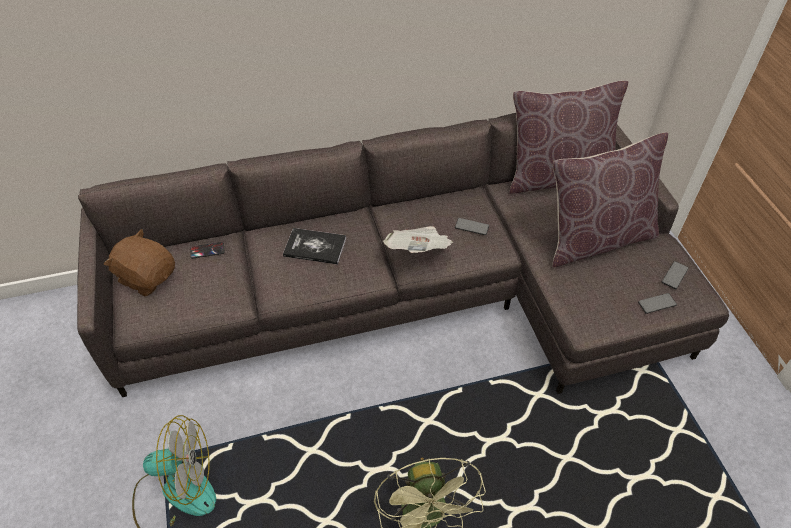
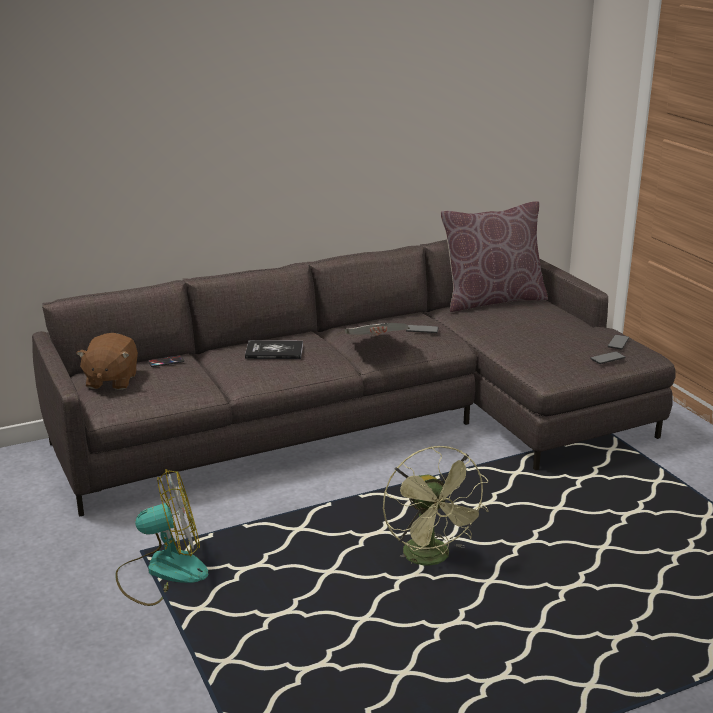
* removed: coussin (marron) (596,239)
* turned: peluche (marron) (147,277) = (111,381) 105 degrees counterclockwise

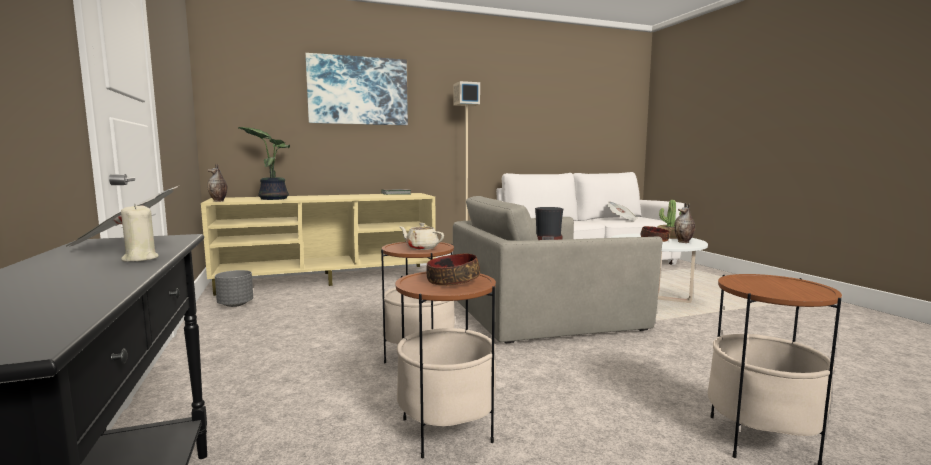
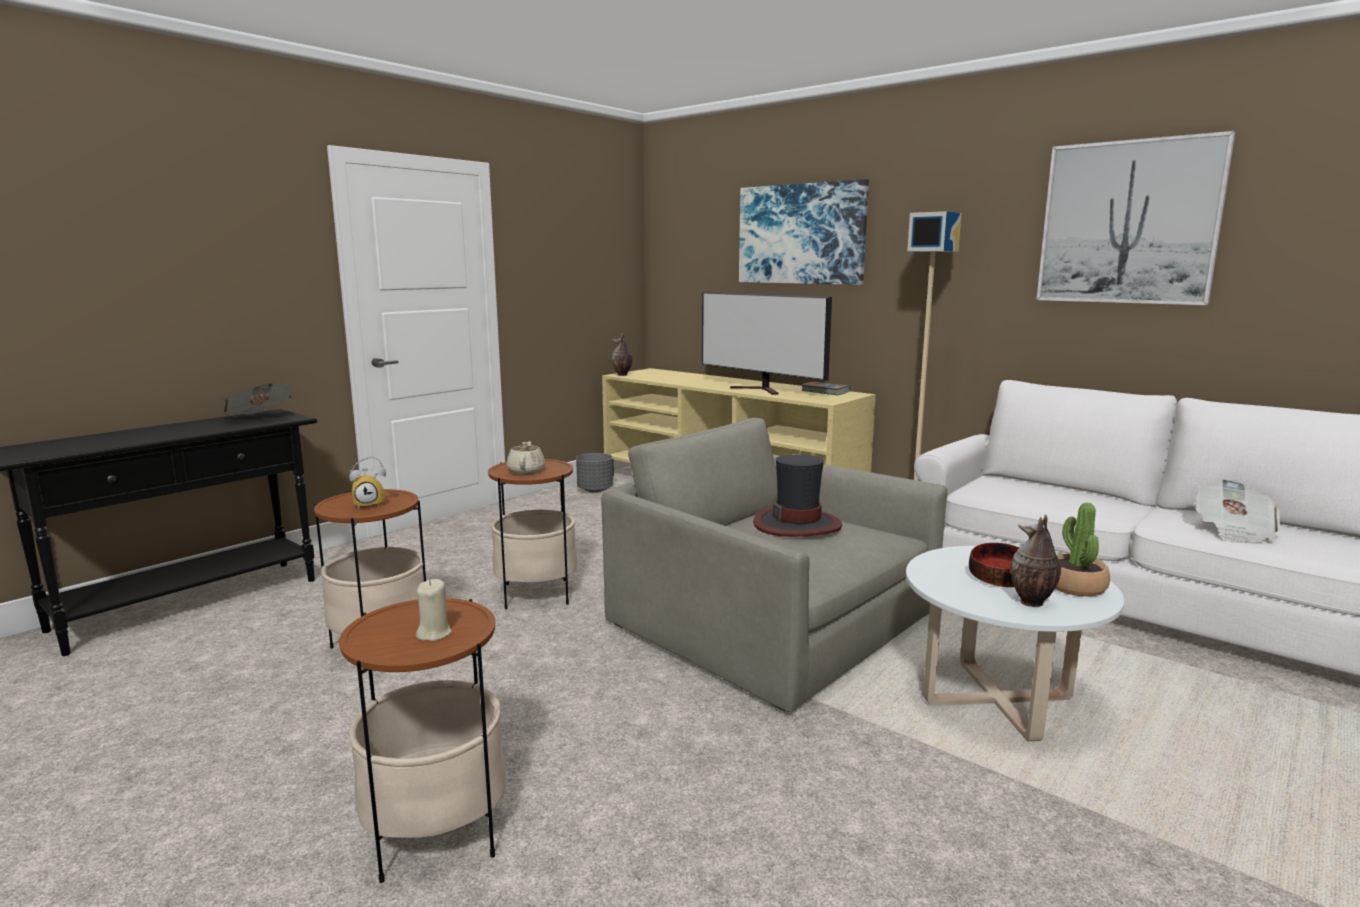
* removed: plante en pot (273,198)
* moved: bougie (beige) (140,259) to (434,634)
* replaced: bol (452,281) to réveil (370,504)
* added: tableau (1128,223)
* added: téléviseur (761,390)

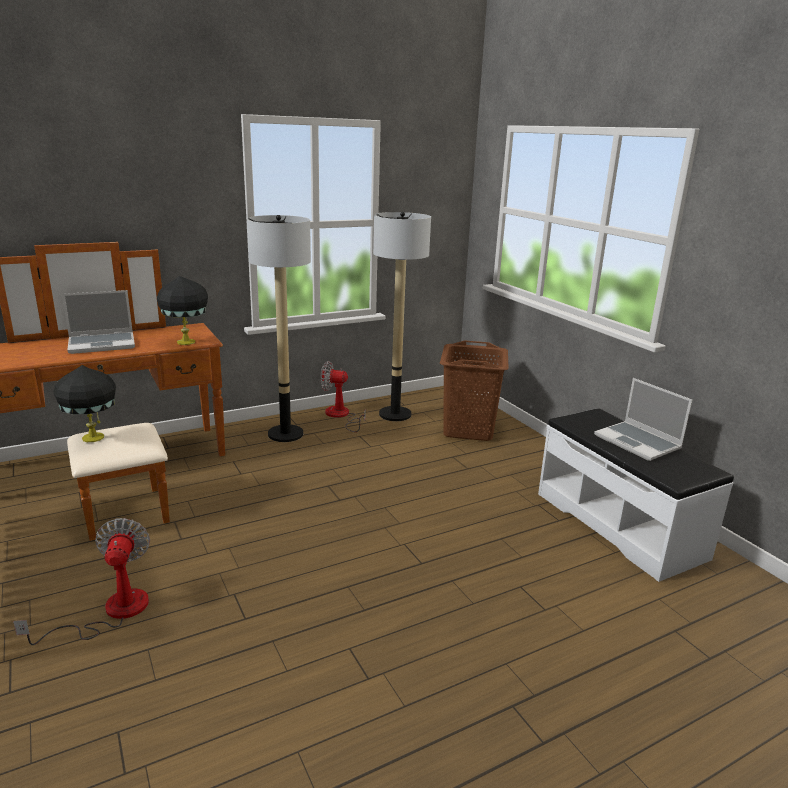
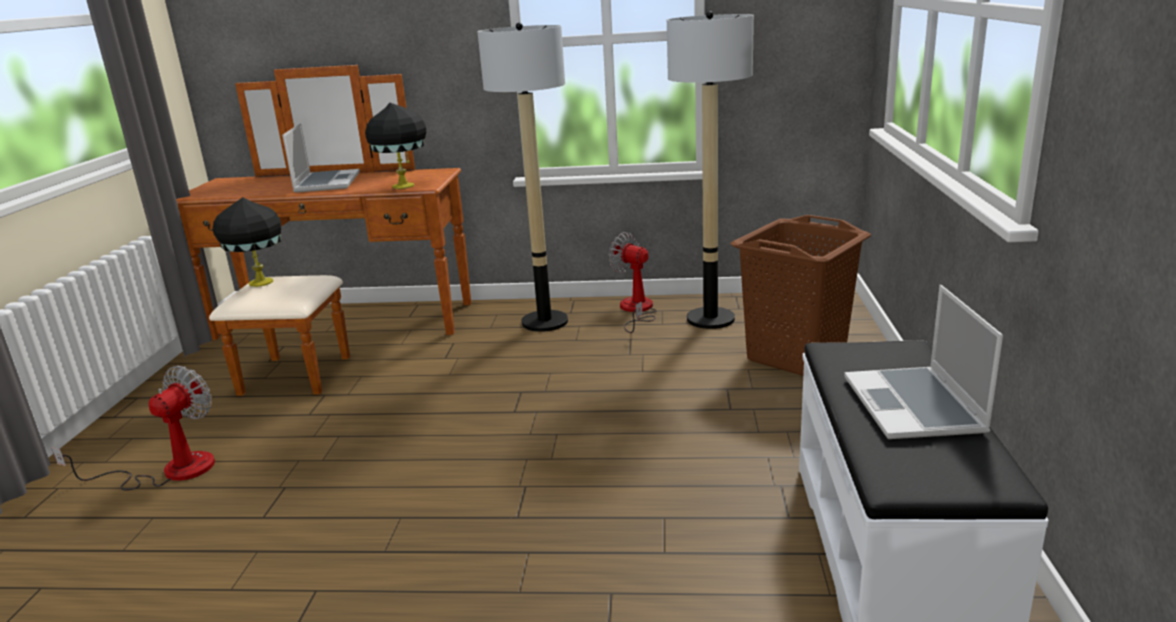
* turned: ordinateur portable (103,344) = (326,182) 105 degrees counterclockwise

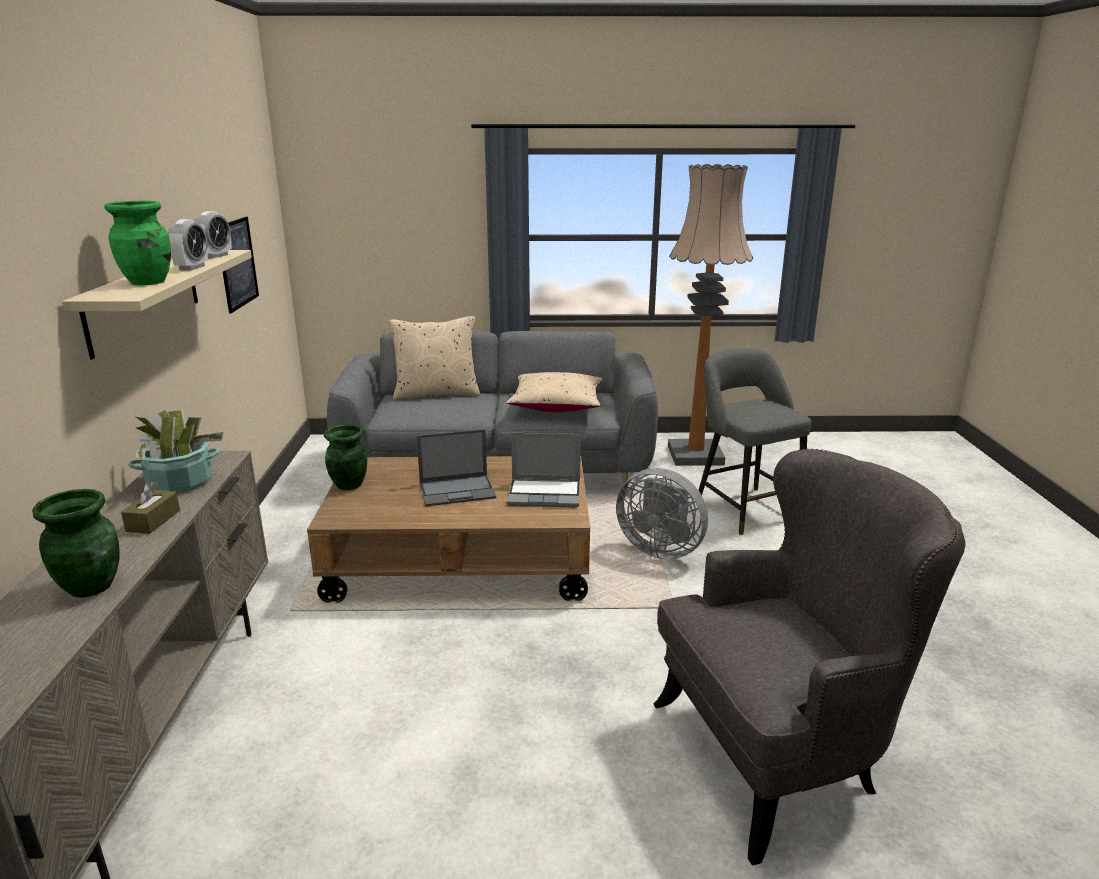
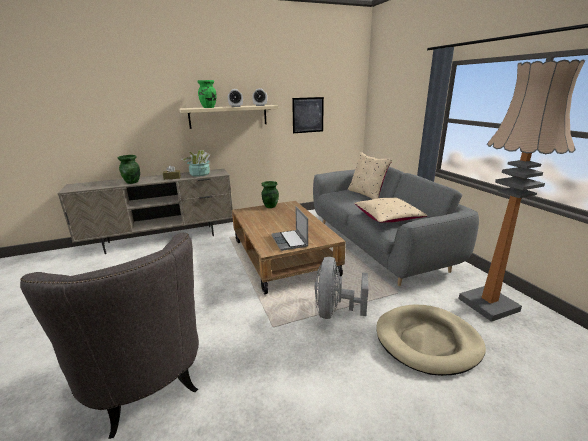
* replaced: tabouret (gris) (744,508) to panier pour chien (beige) (427,341)
* removed: ordinateur portable (458,490)

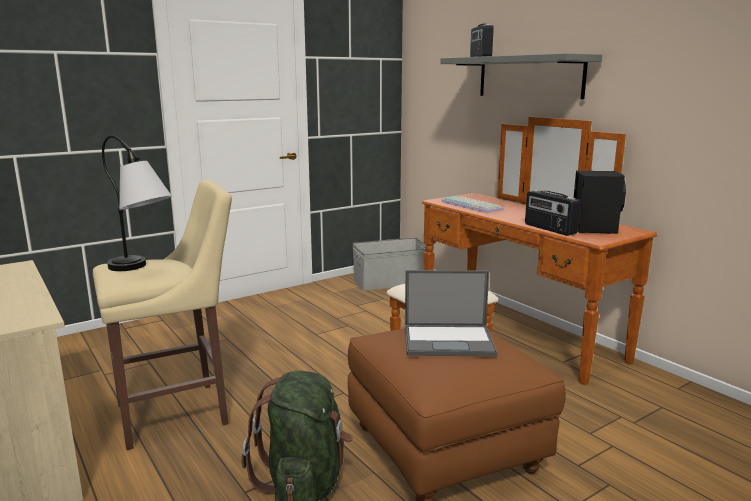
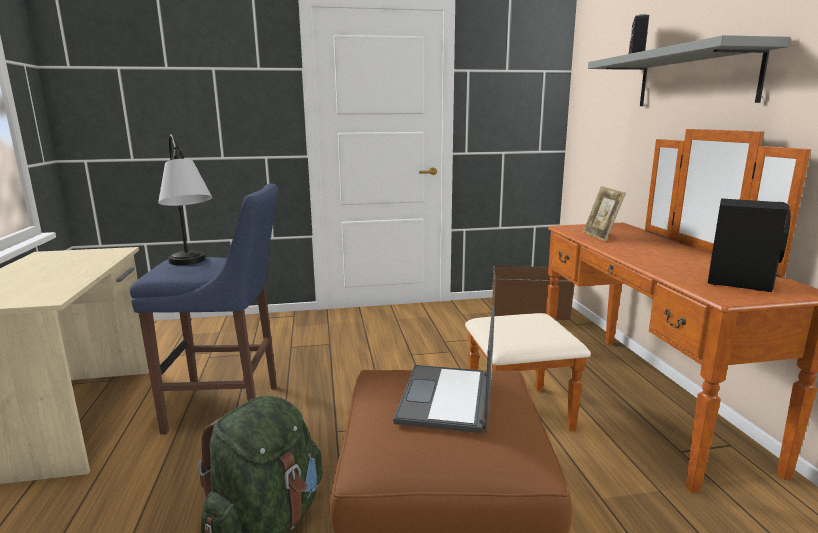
* recoloured: tabouret (beige) (179,413) to tabouret (bleu) (229,408)
* removed: radio (549,229)
* replaced: clavier (472,206) to cadre photo (601,236)
* recoloured: boîte de rangement (gris) (390,281) to boîte de rangement (marron) (529,312)
* turned: ordinateur portable (449,340) = (447,399) 75 degrees clockwise

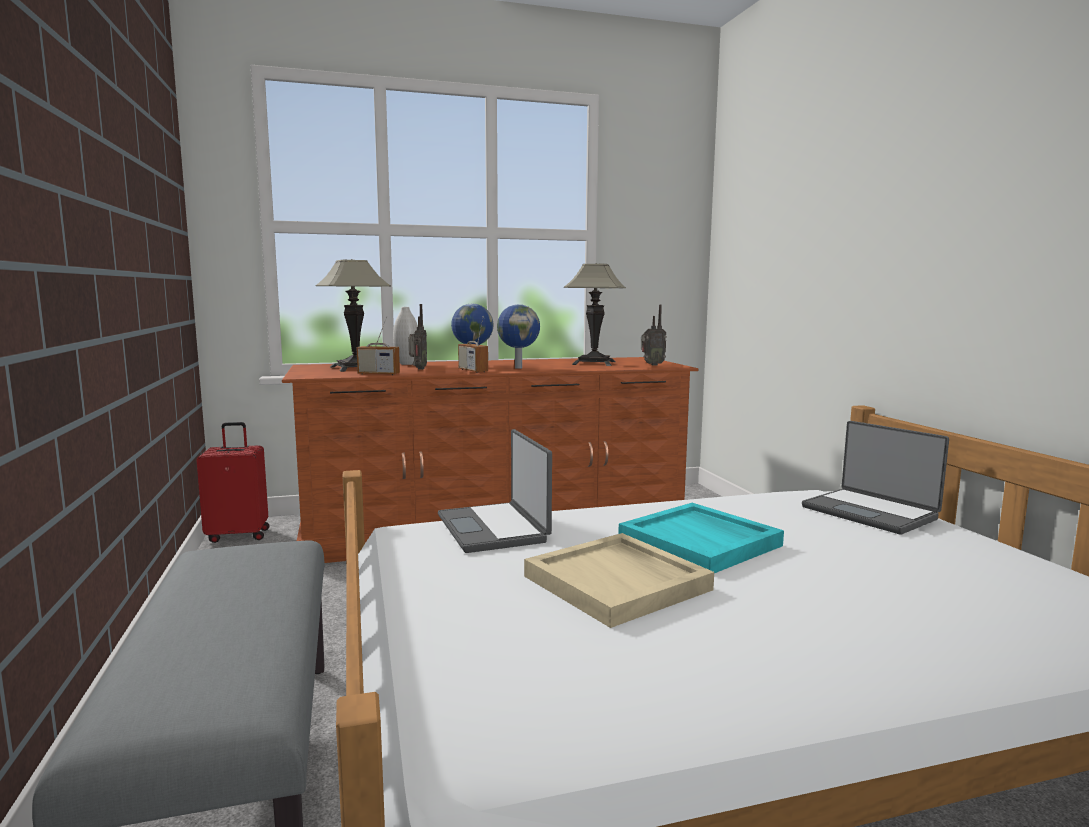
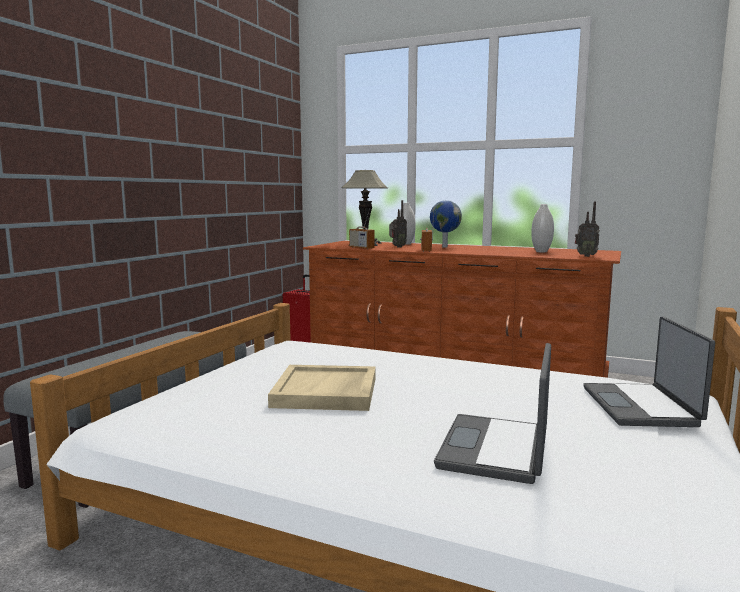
* replaced: lampe de table (594,363) to vase (blanc) (541,252)
* removed: globe (518,368)
* moved: ordinateur portable (494,529) to (496,449)
* removed: plateau (turquoise) (701,542)

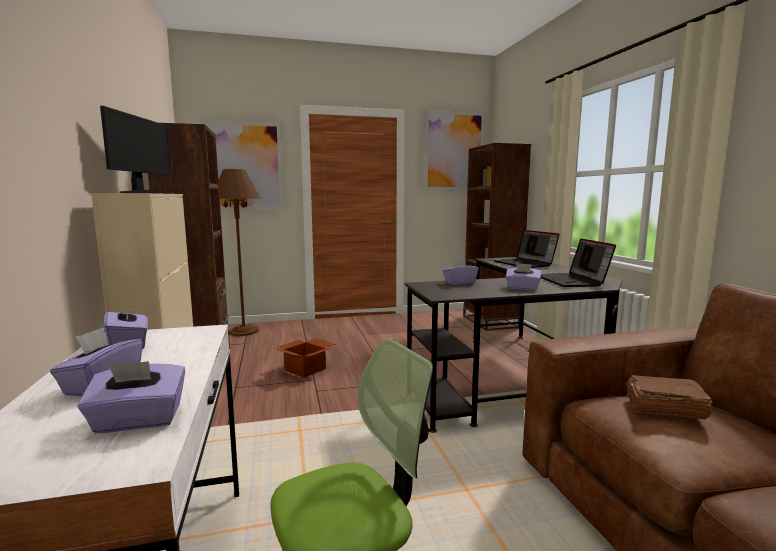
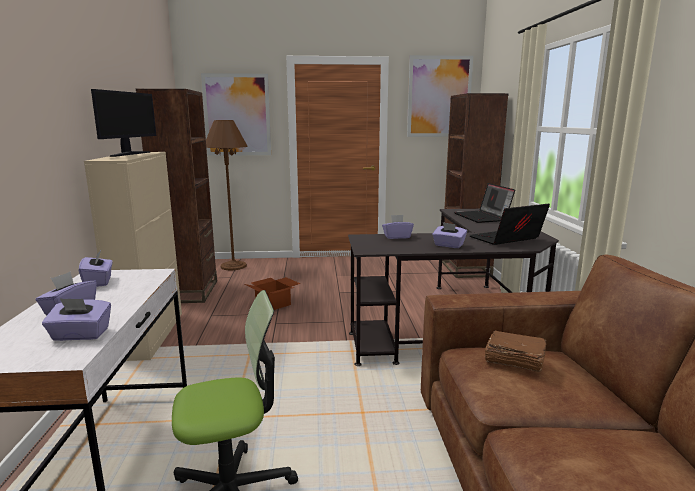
* turned: ordinateur portable (572,281) = (506,239) 60 degrees clockwise

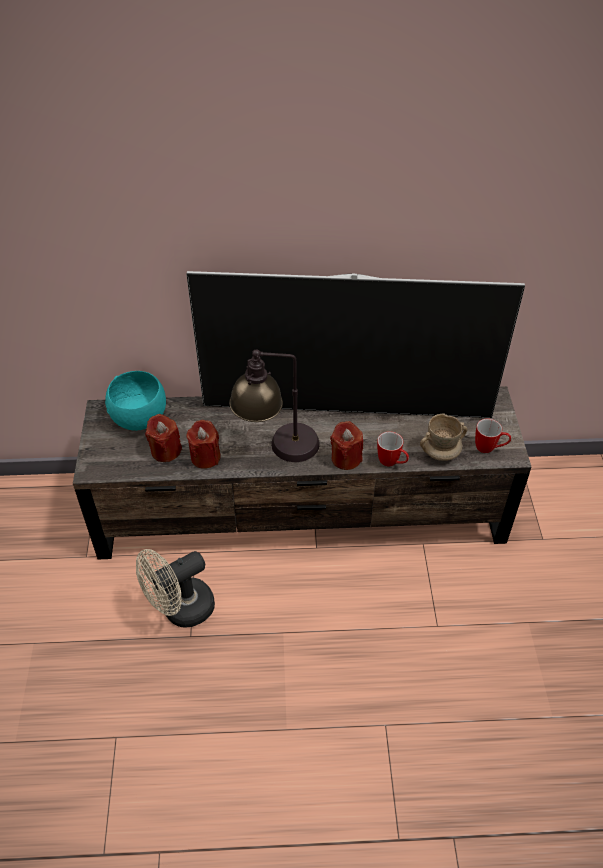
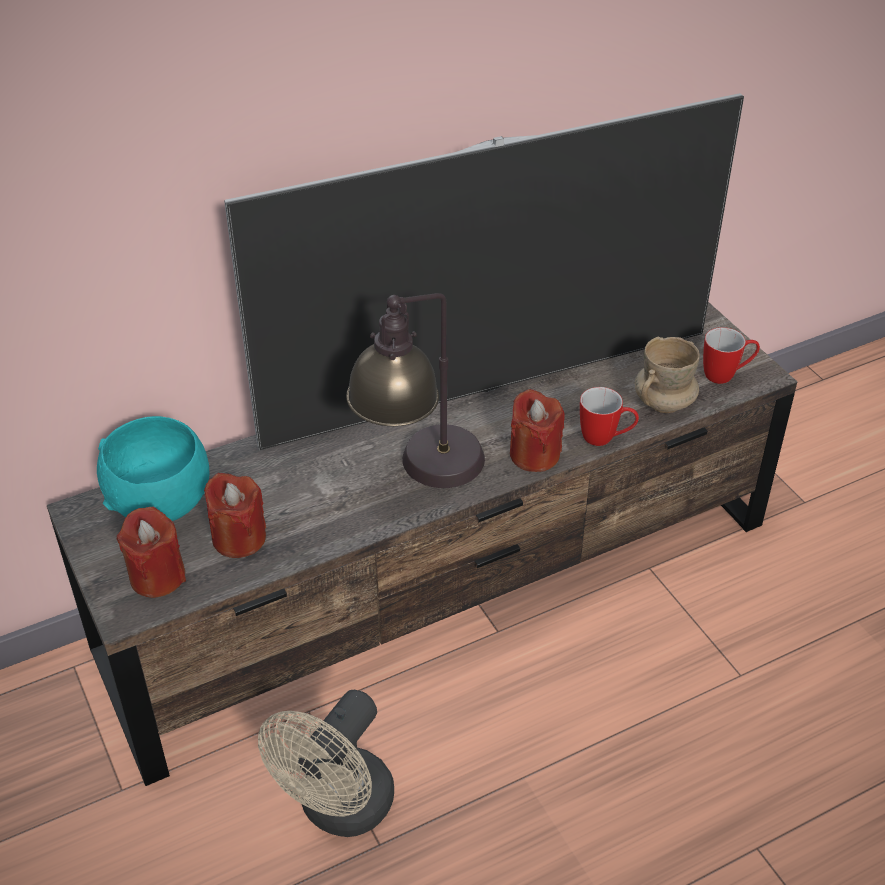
* moved: bougie (rouge) (205,457) to (157,576)

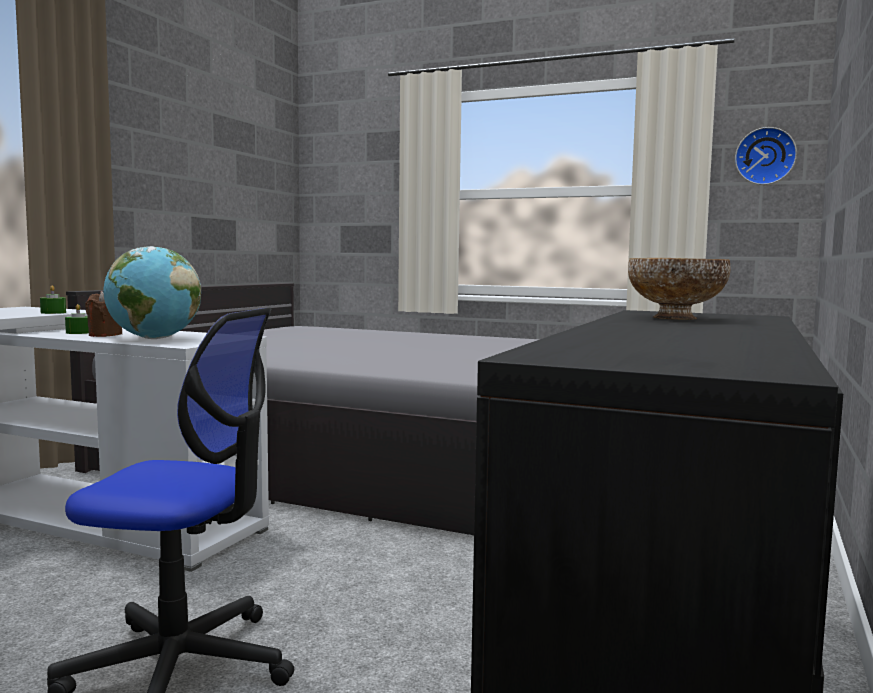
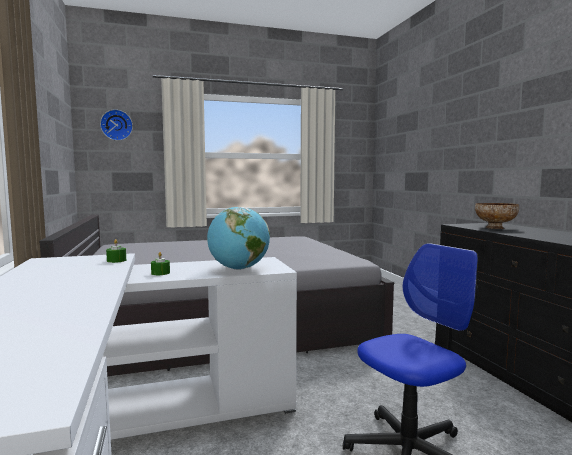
* moved: horloge murale (765,156) to (116,125)
* removed: bougie (marron) (104,335)

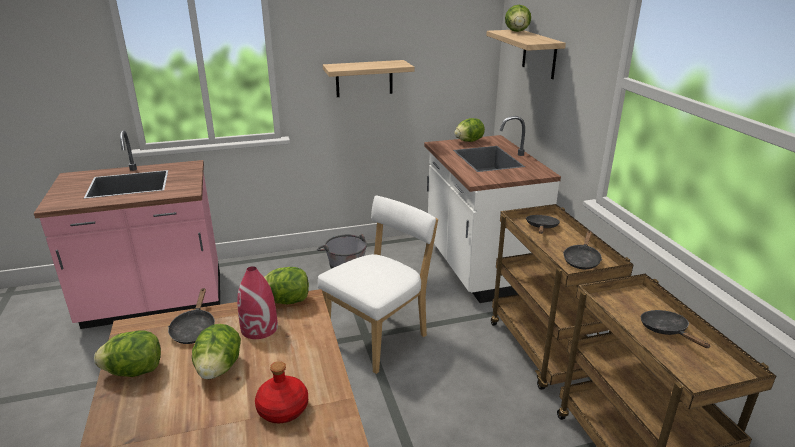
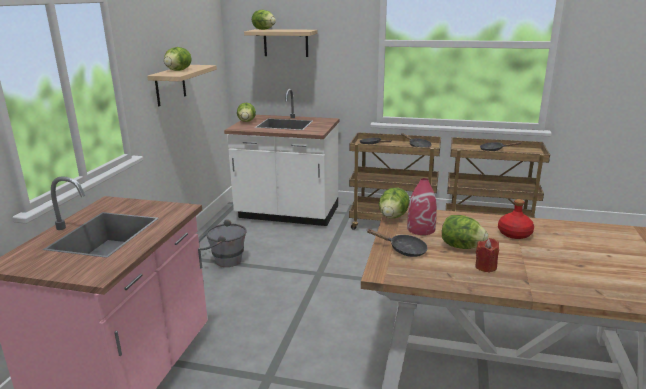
* removed: chaise (blanc) (380,336)
* moved: laitue (135,371) to (178,70)
* added: bougie (rouge) (486,267)

